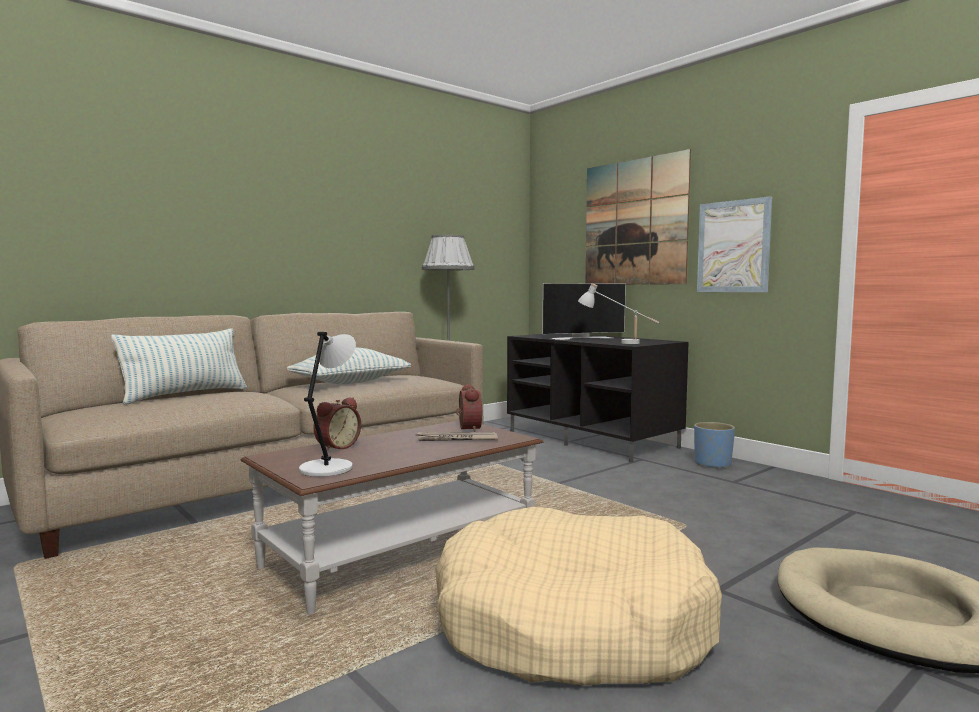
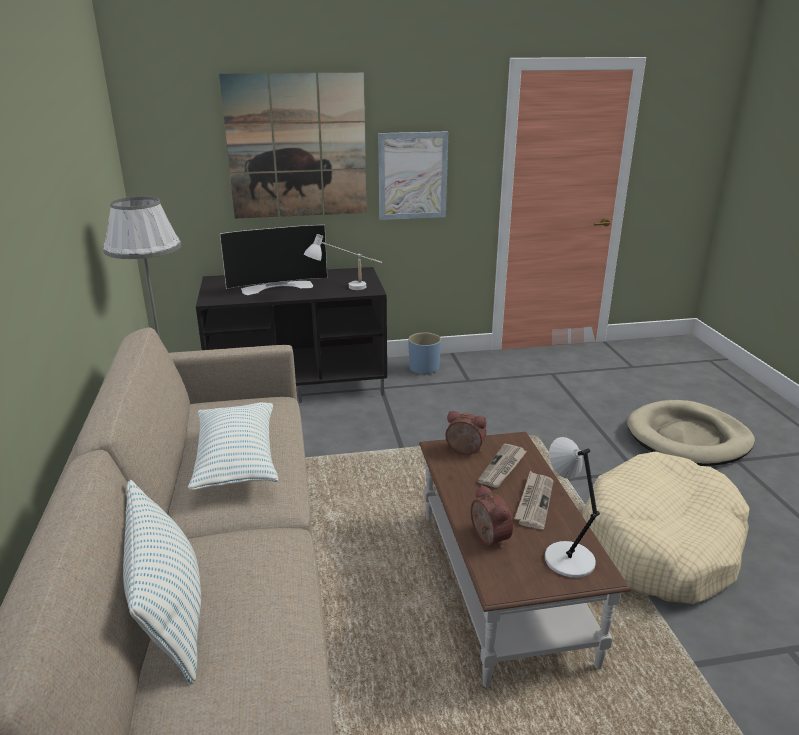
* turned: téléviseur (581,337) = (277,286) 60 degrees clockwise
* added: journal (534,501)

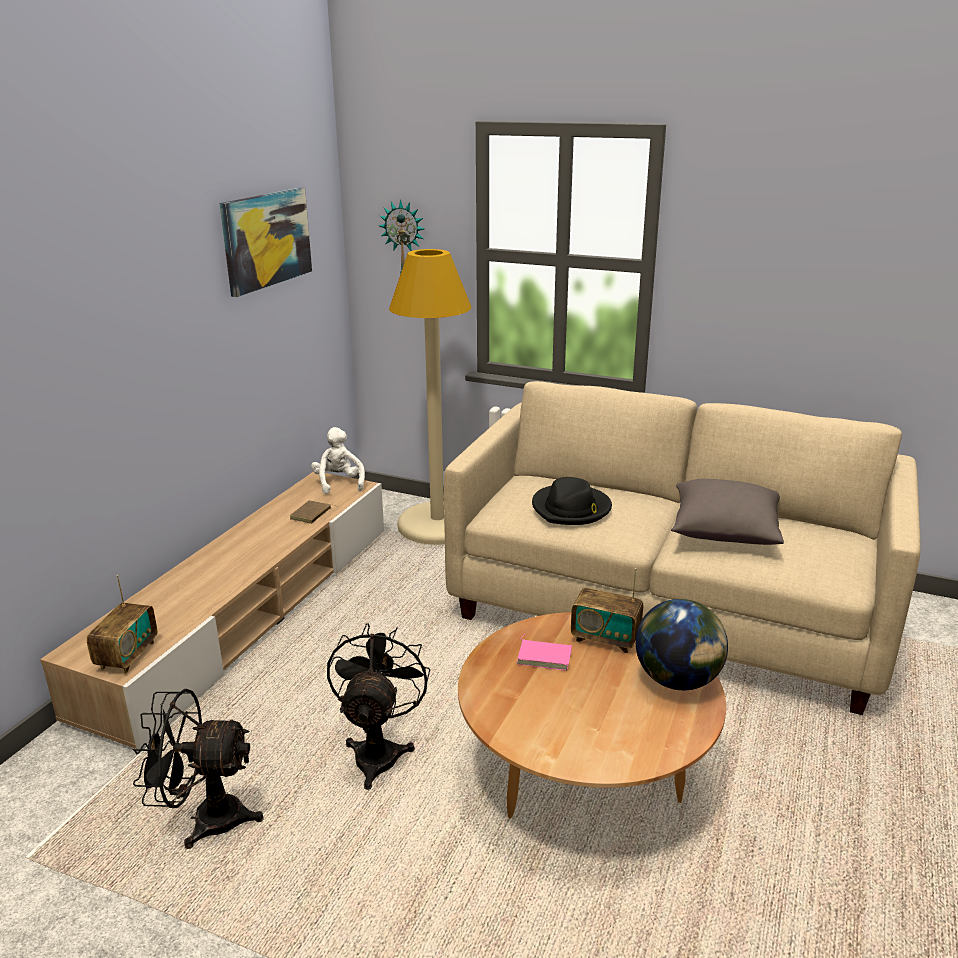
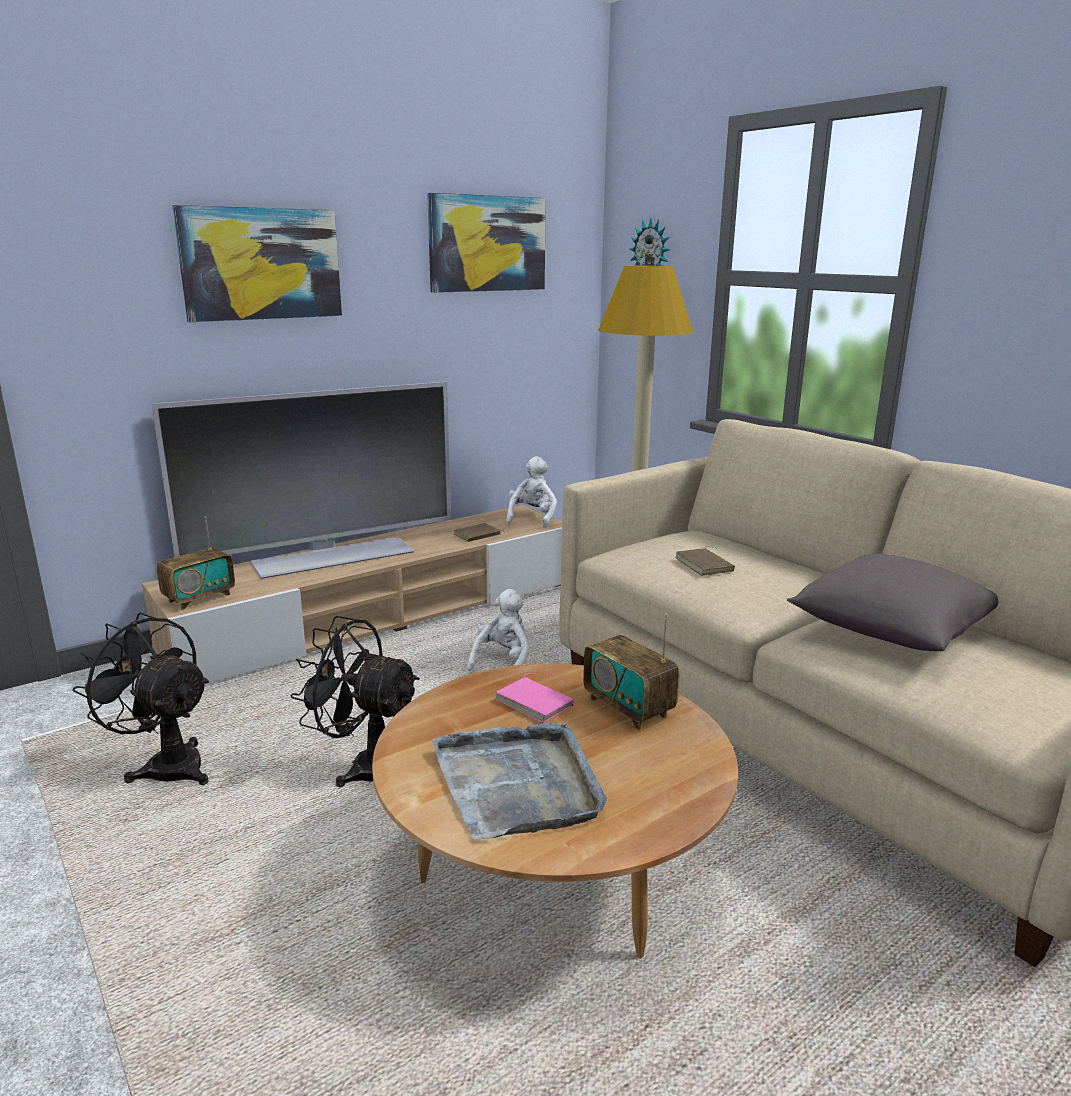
* replaced: chapeau (noir) (571,508) to livre (marron) (706,565)
* removed: globe (677,680)
* turned: ventilateur (noir) (379,751) = (366,766) 105 degrees counterclockwise
* added: tableau (261,264)
* added: téléviseur (332,556)
* added: peluche (blanc) (503,662)
* added: plateau (gris) (518,783)

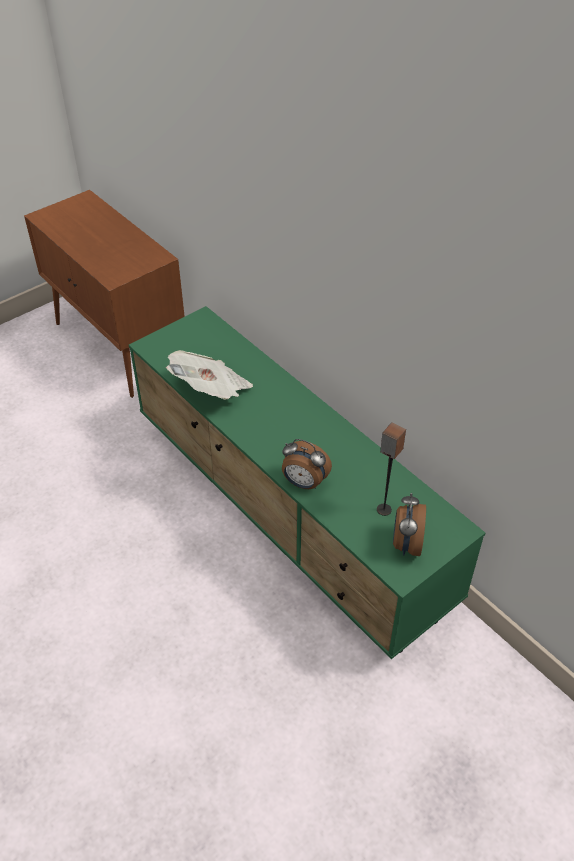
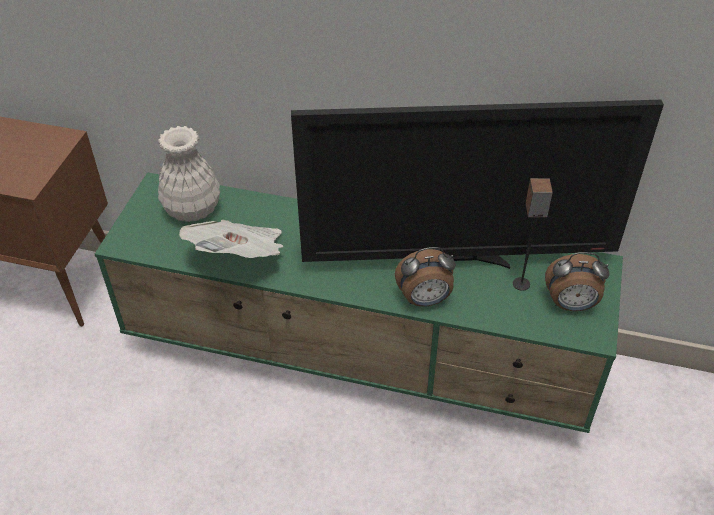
* turned: réveil (406,544) = (571,305) 60 degrees counterclockwise
* added: téléviseur (458,261)
* added: vase (blanc) (192,208)

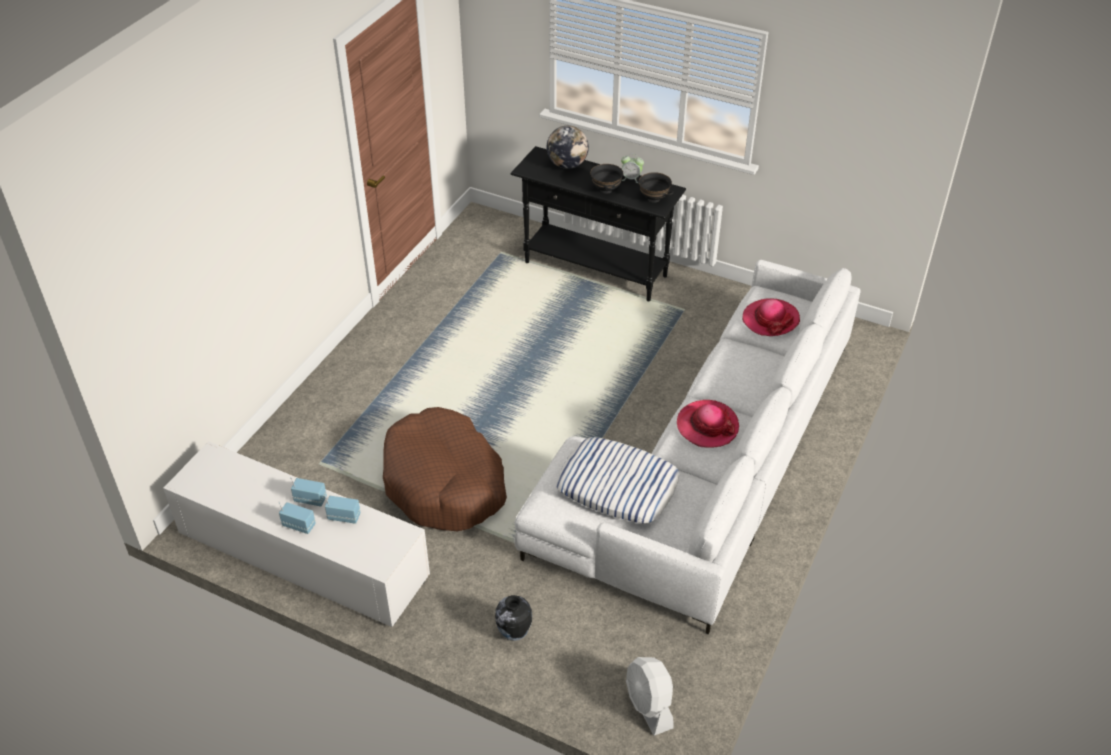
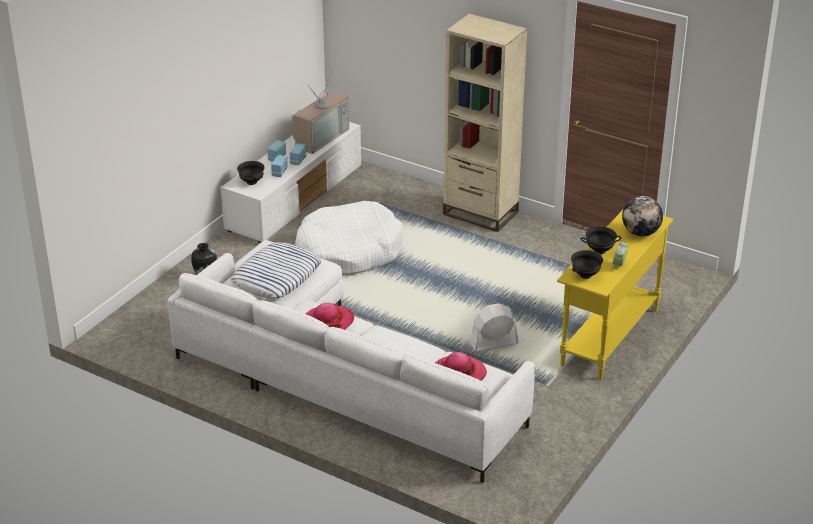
* recoloured: table console (noir) (595,269) to table console (jaune) (609,337)
* recoloured: panier pour chien (marron) (444,483) to panier pour chien (blanc) (348,252)
* moved: ventilateur (blanc) (649,705) to (493,343)
* added: bibliothèque (beige) (480,213)
* added: téléviseur (319,137)
* added: bol (noir) (252,182)

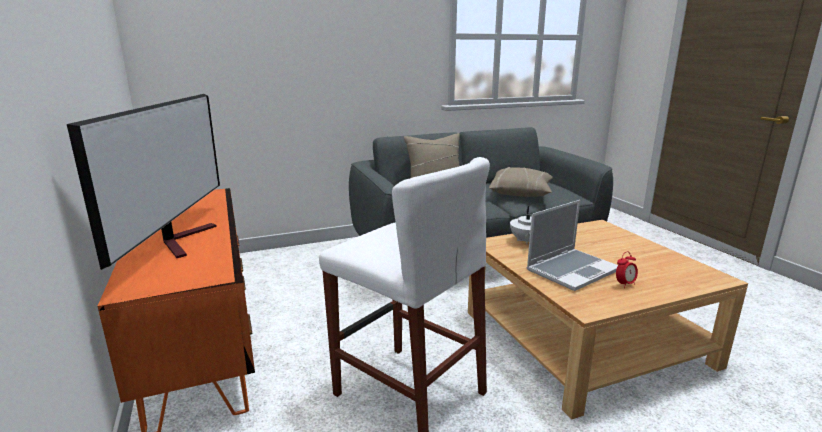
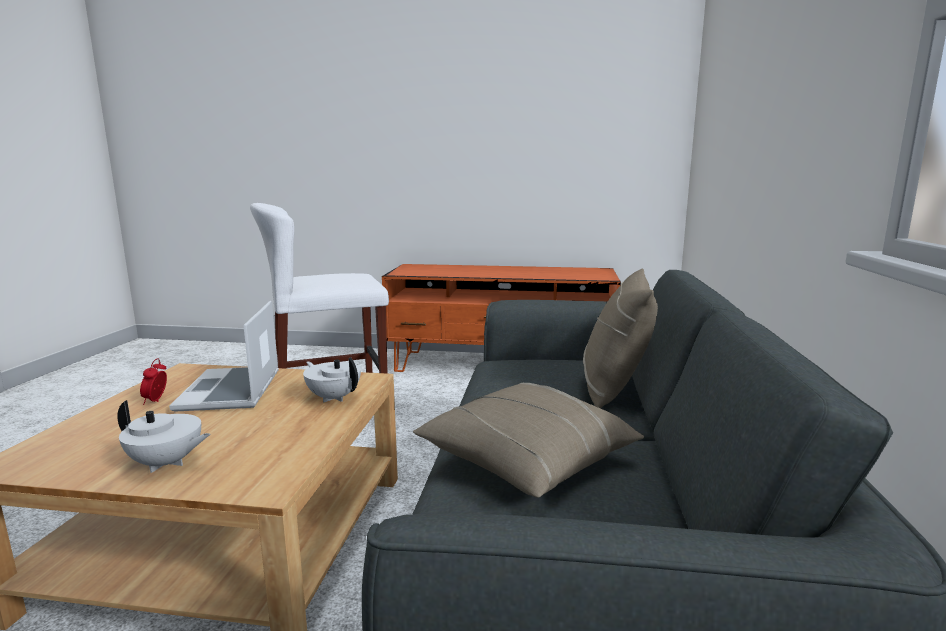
* removed: téléviseur (183,240)
* added: théière (blanc) (166,463)

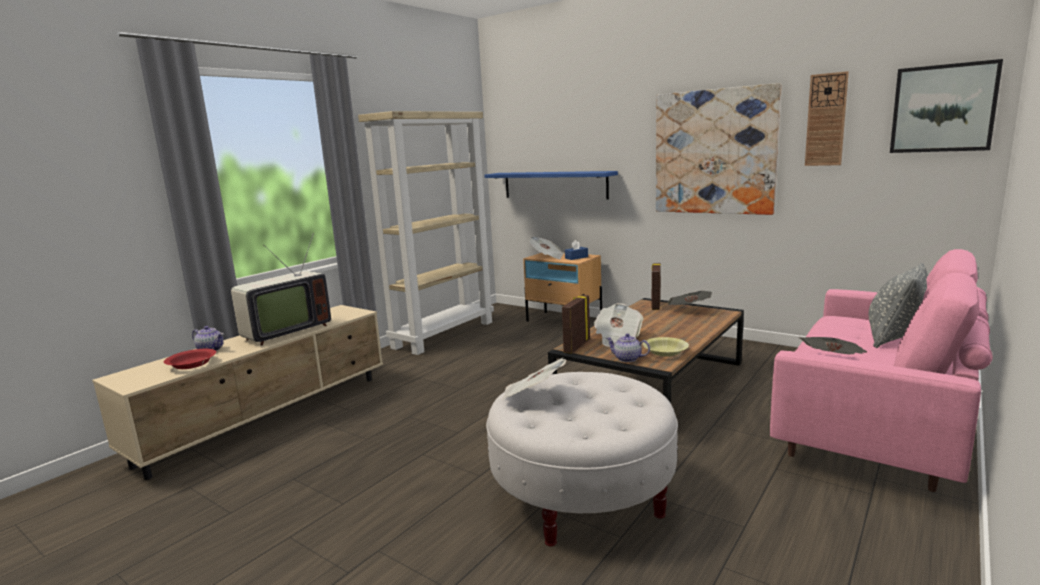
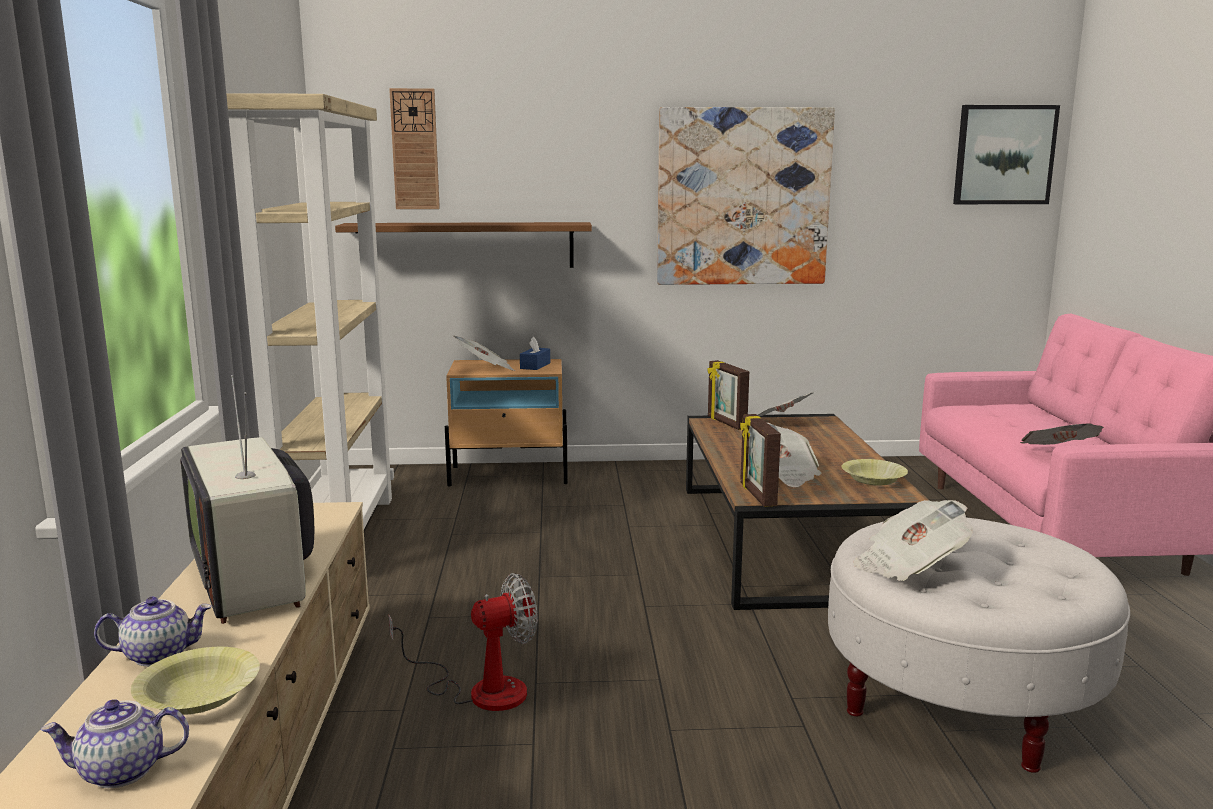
* moved: horloge murale (826,120) to (415,149)
* recoloured: étagère (bleu) (554,185) to étagère (marron) (468,245)
* turned: téléviseur (284,332) = (257,579) 150 degrees clockwise
* removed: coussin (gris) (893,338)
* moved: théière (627,359) to (120,772)
* recoloured: bol (rouge) (192,365) to bol (jaune) (199,696)
* added: ventilateur (480,689)

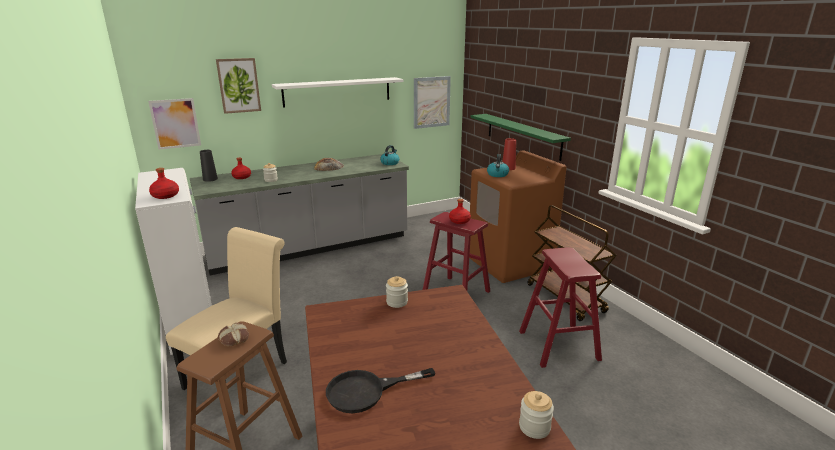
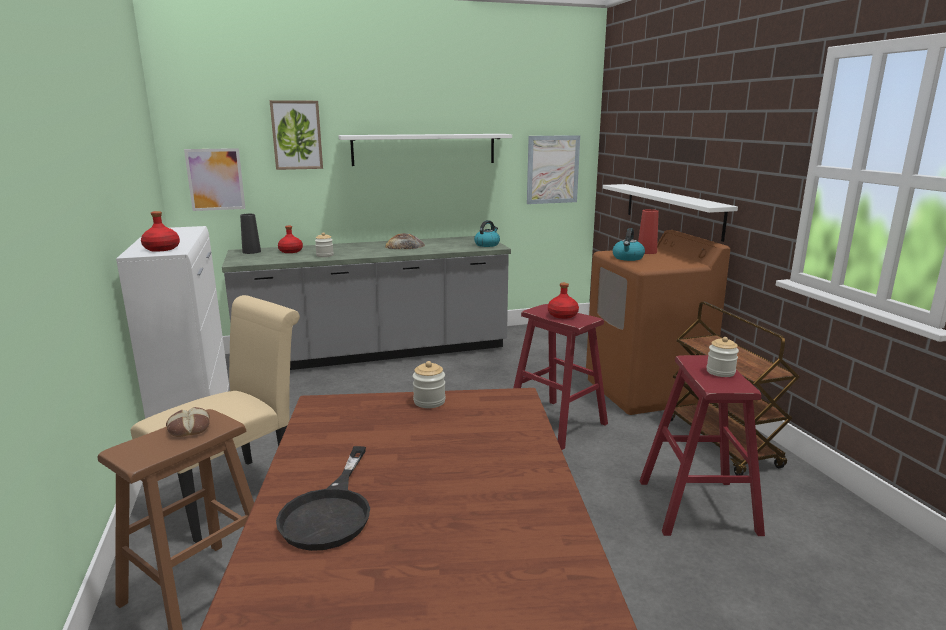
* recoloured: étagère (vert) (522,135) to étagère (blanc) (672,210)
* turned: poêle (noir) (366,391) = (330,511) 75 degrees counterclockwise
* moved: bocal (534,427) to (720,372)

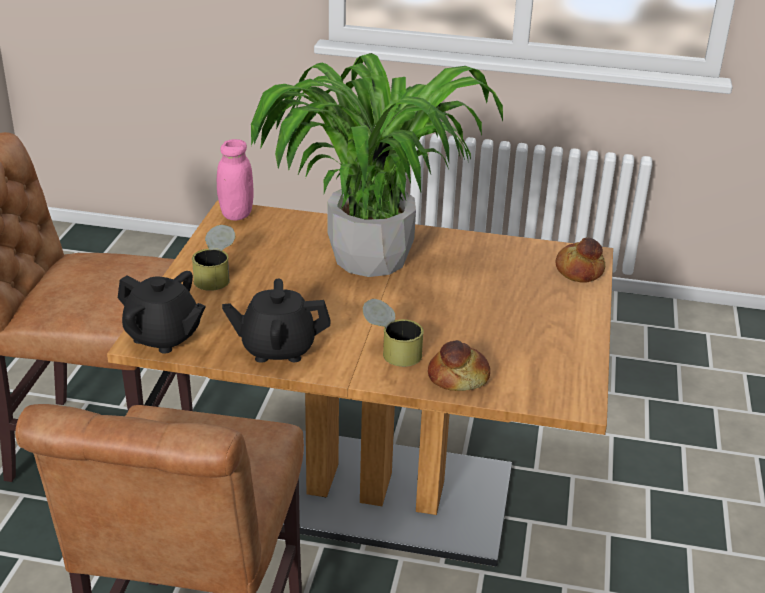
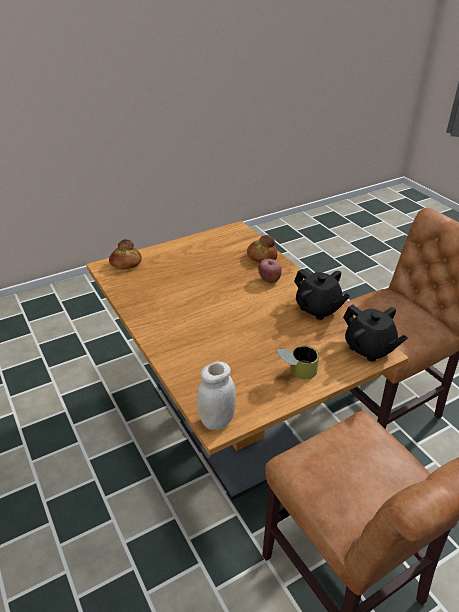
* removed: plante en pot (372,258)
* recoloured: bocal (rose) (236,214) to bocal (blanc) (217,421)
* turned: théière (noir) (163,337) = (369,348) 150 degrees clockwise
* replaced: boîte métallique (392,350) to pomme (269,279)

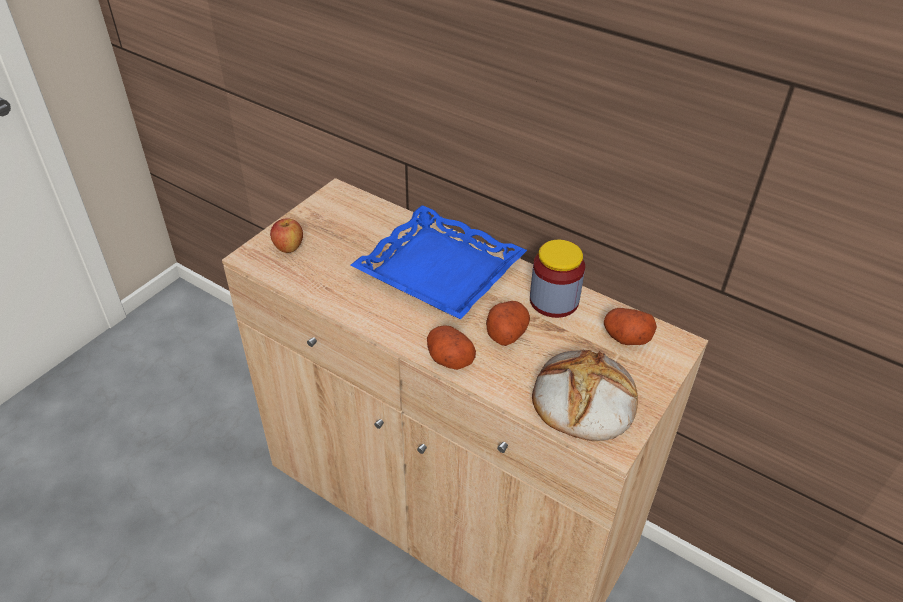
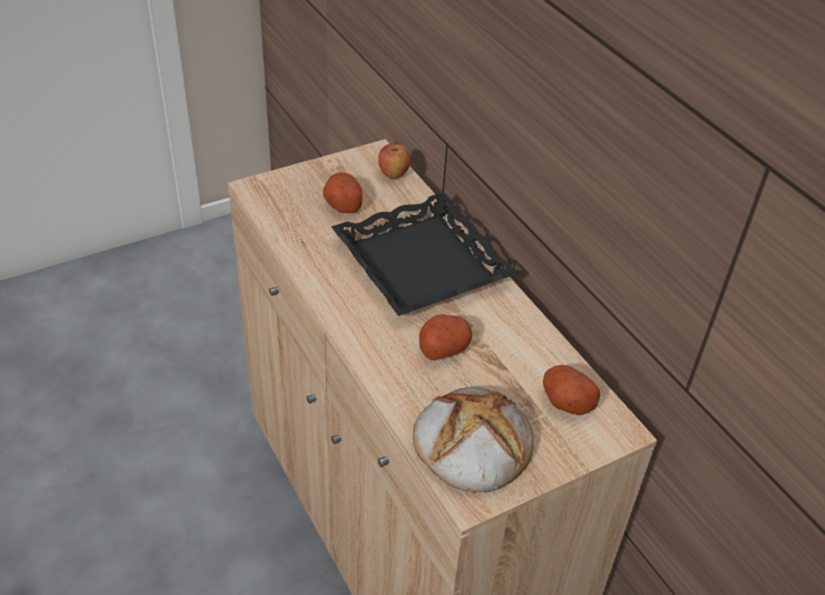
* recoloured: plateau (bleu) (438,271) to plateau (noir) (420,264)
* moved: pomme (288,248) to (393,174)
* removed: bocal (554,301)
* moved: pomme de terre (449,357) to (342,203)

